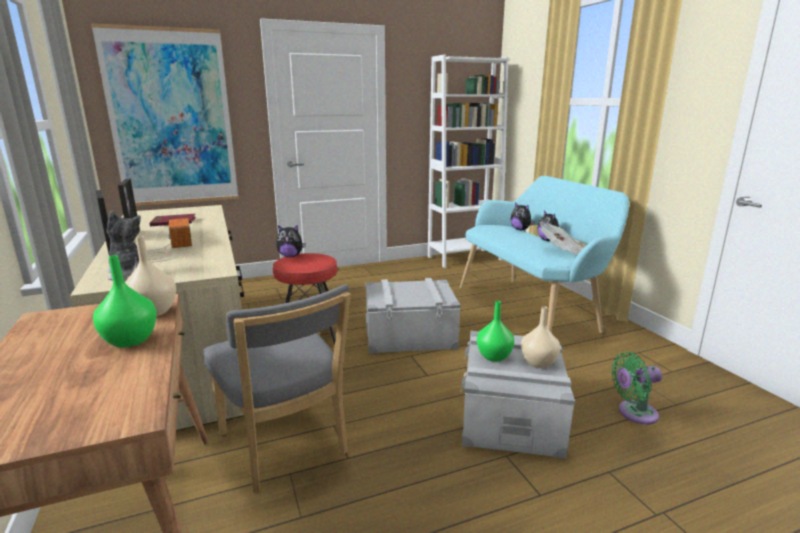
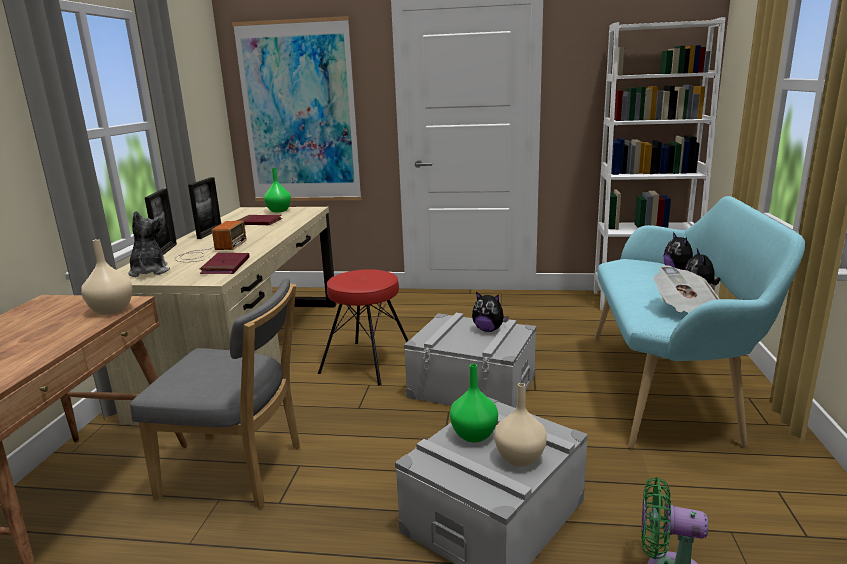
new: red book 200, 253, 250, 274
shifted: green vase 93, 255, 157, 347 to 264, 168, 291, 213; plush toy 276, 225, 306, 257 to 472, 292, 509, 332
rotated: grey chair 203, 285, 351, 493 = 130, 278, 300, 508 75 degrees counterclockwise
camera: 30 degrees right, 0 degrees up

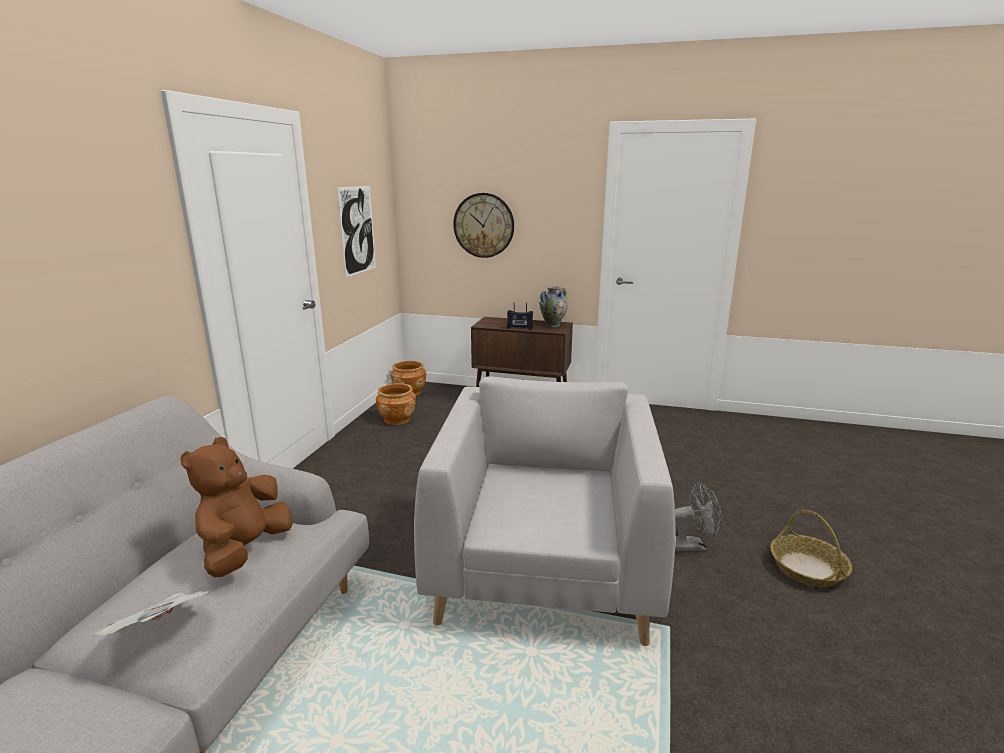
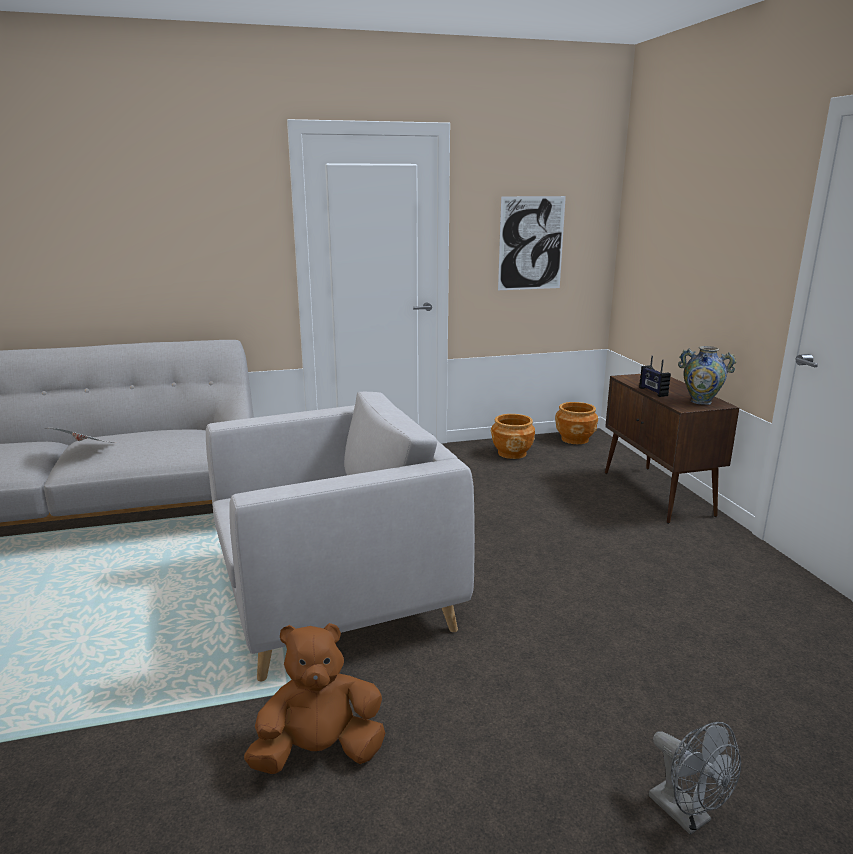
gone: wall clock 453, 193, 514, 258; basket 770, 510, 852, 587
shifted: brown plush toy 180, 437, 292, 577 to 244, 623, 385, 774; grey fan 675, 482, 722, 551 to 649, 722, 741, 835
camera: 60 degrees right, 0 degrees up

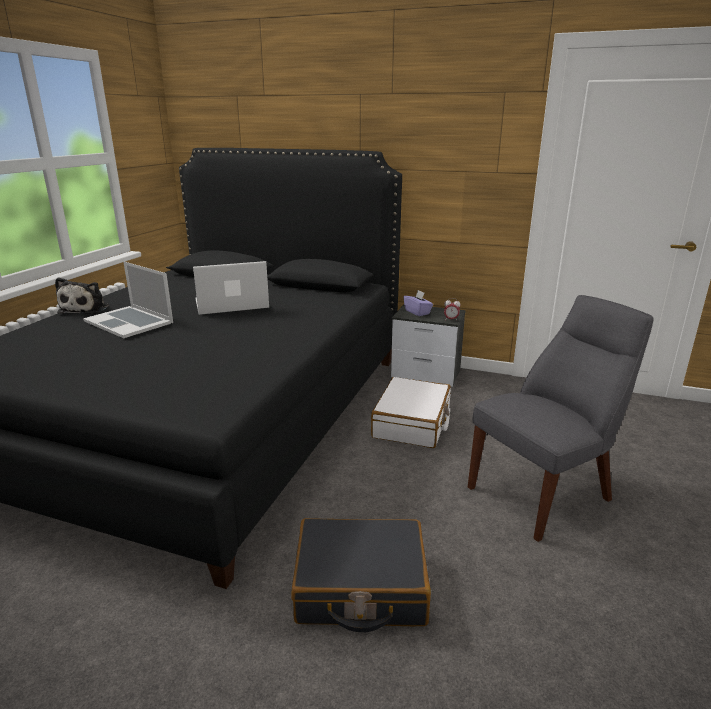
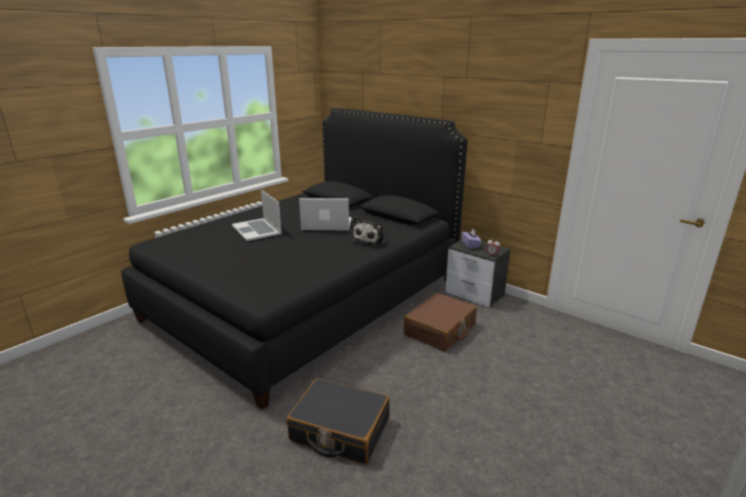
gone: grey chair 468, 295, 654, 542
shifted: plush toy 55, 277, 109, 314 to 352, 216, 386, 246
repainted: white suitcase 371, 377, 451, 448 to brown suitcase 404, 293, 477, 351
camera: 20 degrees right, 0 degrees up

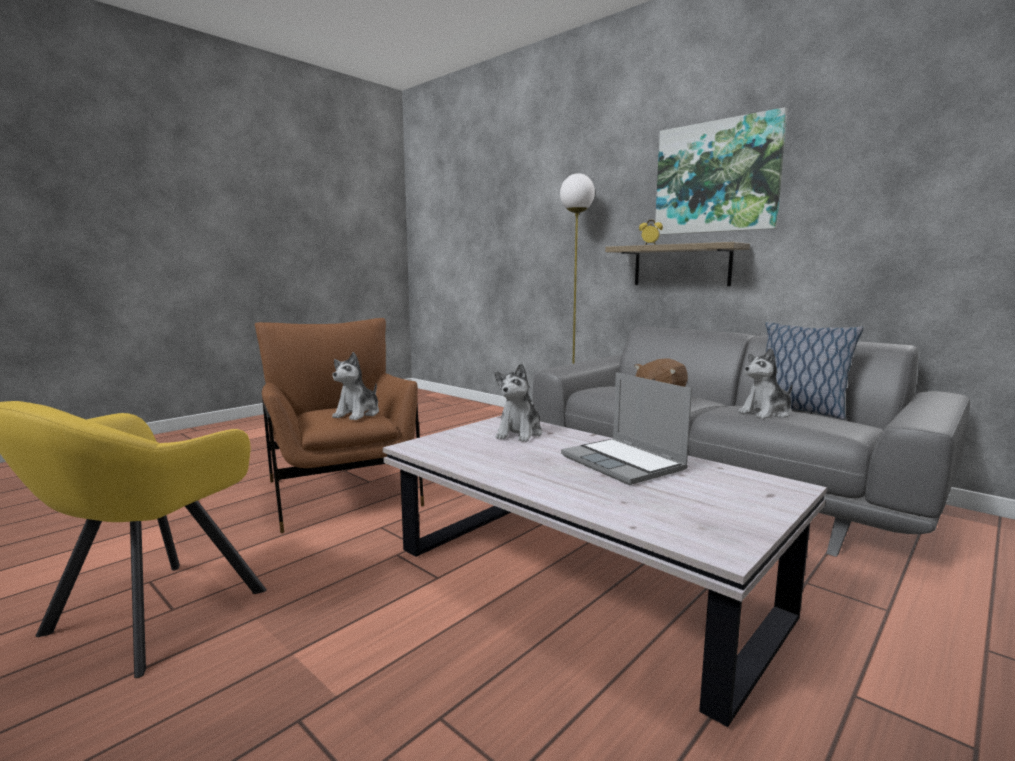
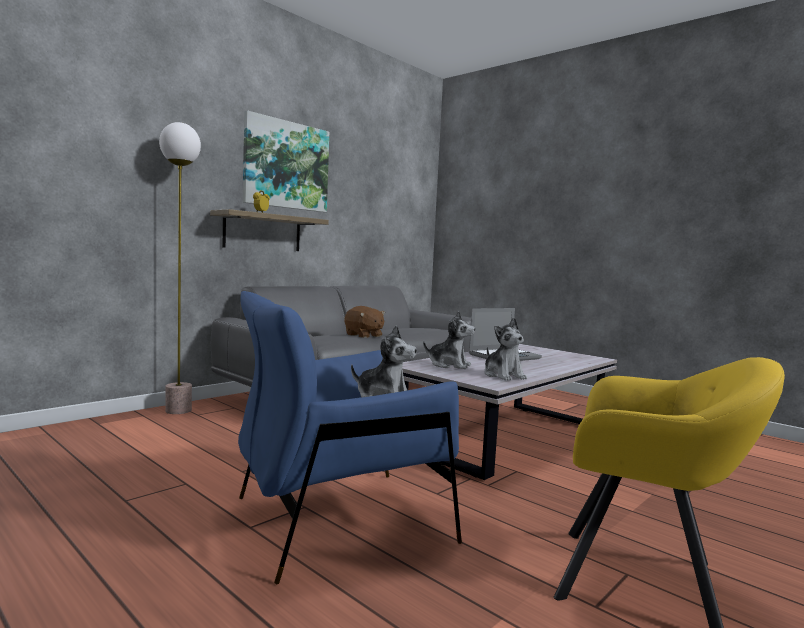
gone: pillow 765, 322, 863, 420
shifted: plush toy 738, 348, 792, 419 to 484, 318, 527, 381
repainted: brown armchair 255, 318, 424, 533 to blue armchair 238, 291, 462, 584
camera: 90 degrees left, 5 degrees down

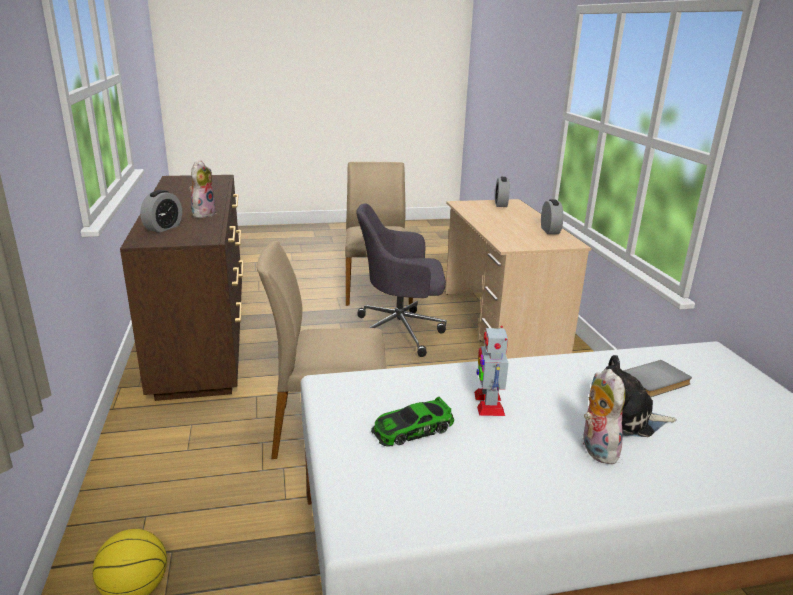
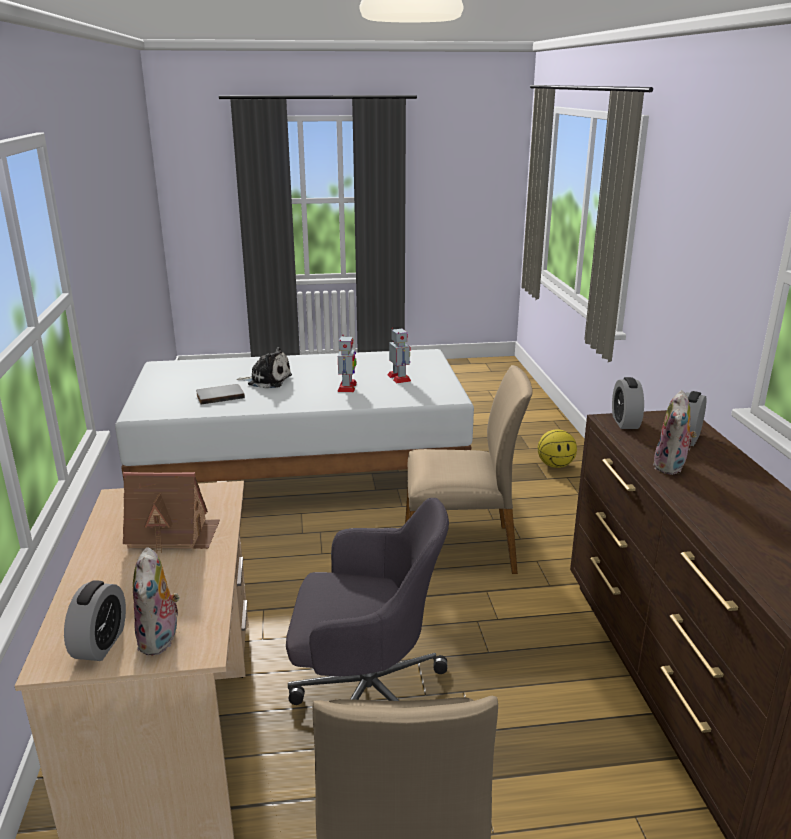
new: toy house 123, 472, 220, 553
shifted: alarm clock 541, 199, 563, 234 to 612, 377, 644, 429; plush toy 582, 369, 625, 465 to 133, 547, 180, 655
swapped: toy car 371, 397, 454, 447 to toy robot 387, 328, 411, 383
camera: 175 degrees left, 0 degrees up

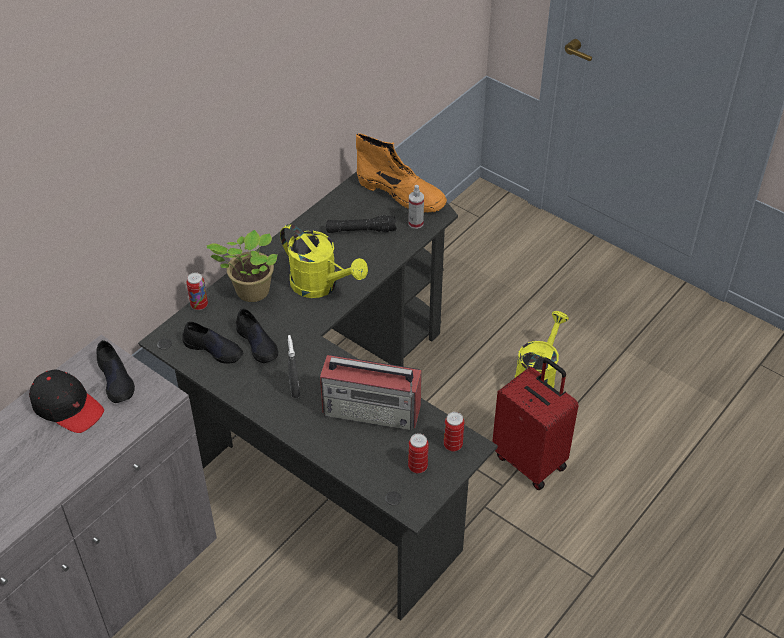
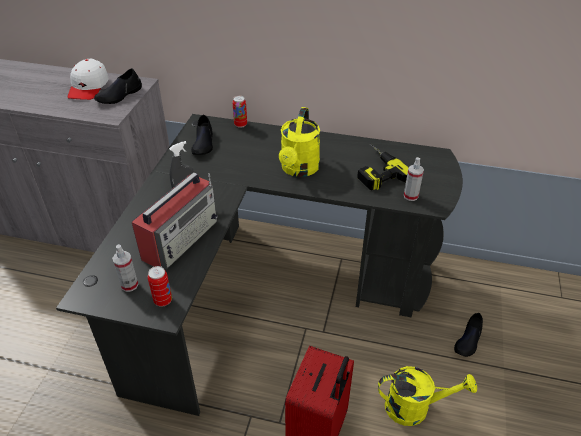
gone: potted plant 207, 230, 278, 302; orange boot 356, 134, 447, 213
shifted: black shoe 236, 308, 278, 363 to 454, 313, 483, 357
swapped: black flashlight 326, 215, 396, 233 to power drill 357, 143, 408, 191; can 408, 433, 429, 473 to spray bottle 112, 244, 139, 292
repainted: black cap 29, 370, 104, 433 to white cap 68, 58, 109, 100
rotated: radio 320, 355, 422, 430 = 132, 172, 218, 269 135 degrees counterclockwise
camera: 65 degrees right, 5 degrees down

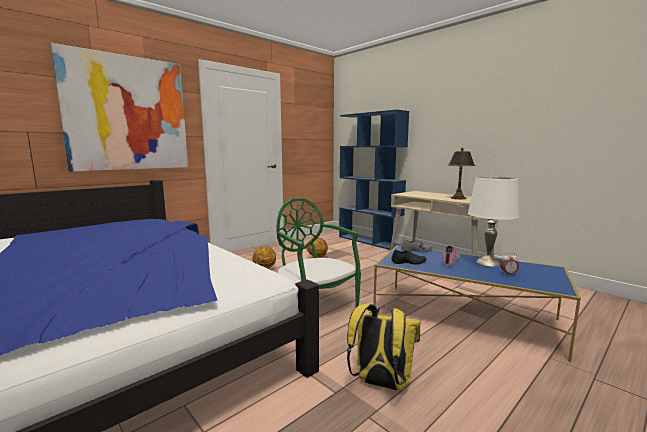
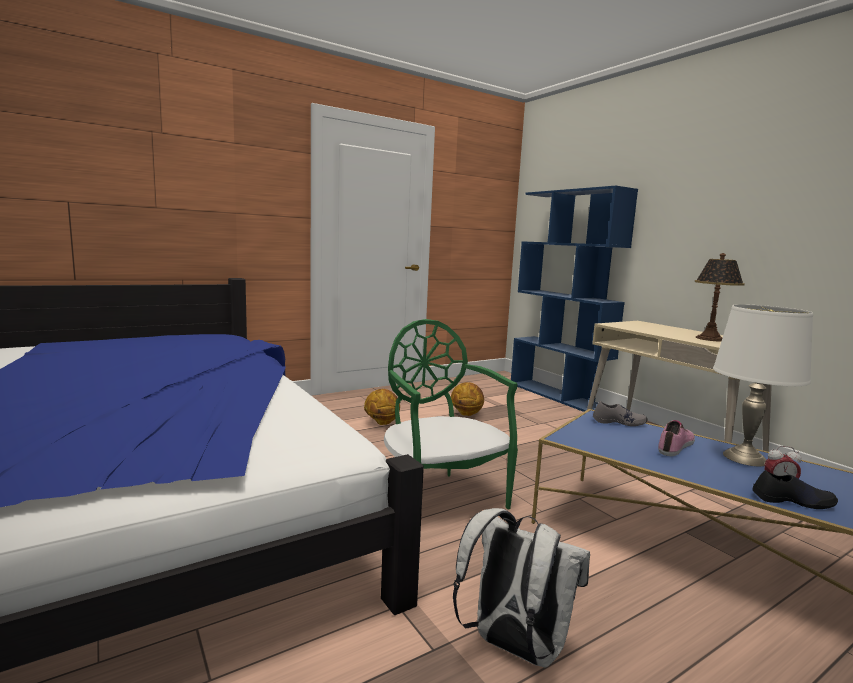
gone: picture 51, 43, 188, 172
shifted: black shoe 391, 249, 426, 265 to 752, 470, 838, 509
repainted: yellow backpack 347, 303, 421, 391 to white backpack 453, 508, 590, 667
camera: 10 degrees right, 0 degrees up

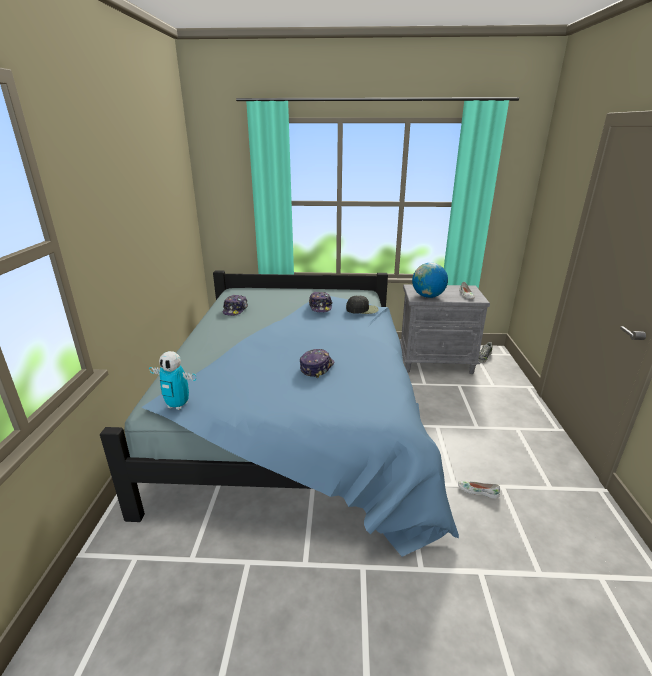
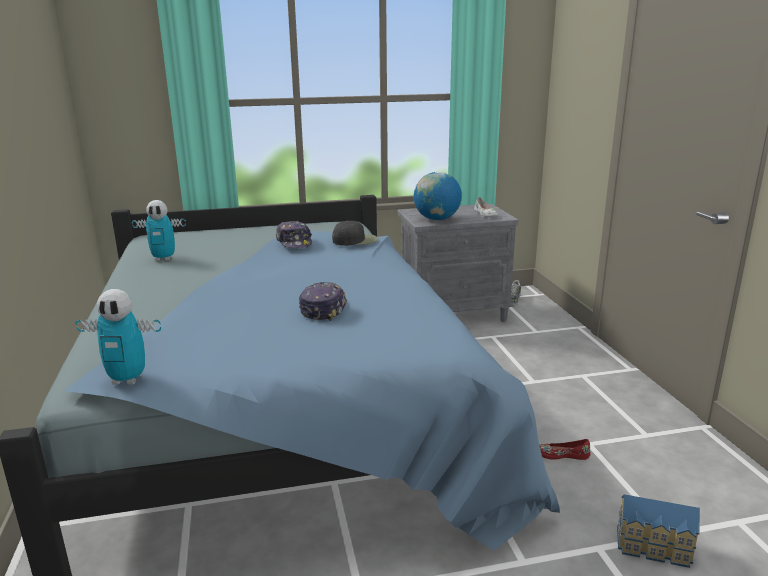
new: toy house 617, 494, 700, 568
swapped: cap 223, 294, 248, 316 to toy robot 132, 200, 186, 261
repainted: white shoe 458, 481, 500, 499 to red shoe 539, 439, 591, 460
camera: 15 degrees left, 5 degrees down

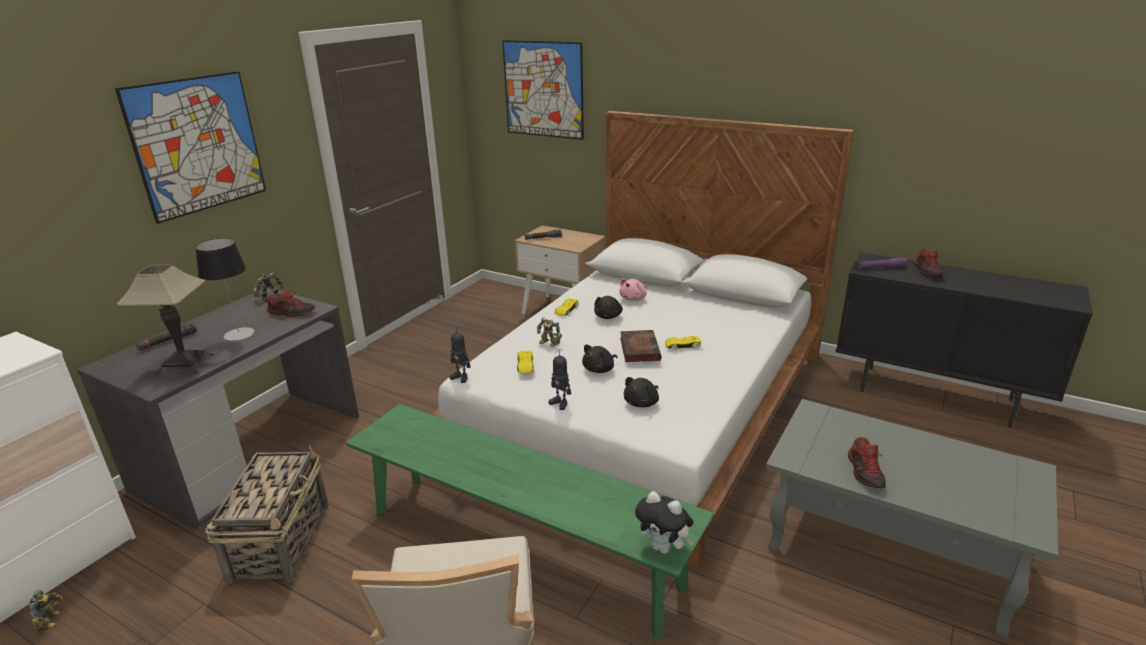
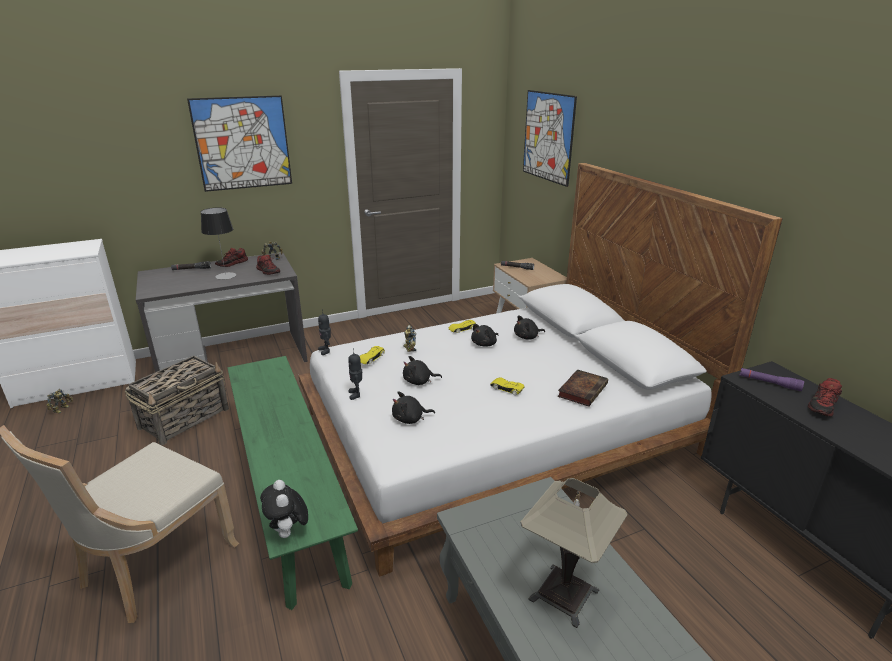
shifted: table lamp 116, 264, 214, 374 to 520, 478, 628, 628; book 620, 330, 661, 362 to 558, 370, 608, 406; shoe 848, 437, 886, 488 to 215, 248, 248, 267
repainted: pink plush toy 619, 278, 647, 301 to black plush toy 514, 316, 545, 340
camera: 35 degrees right, 0 degrees up

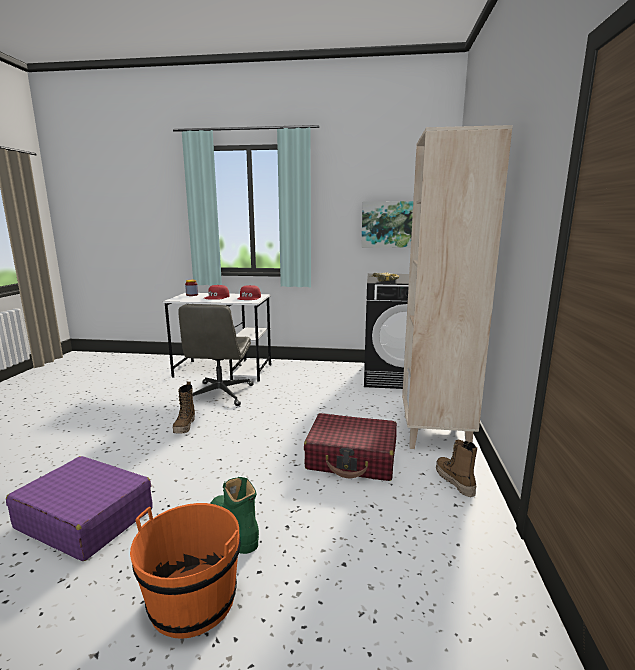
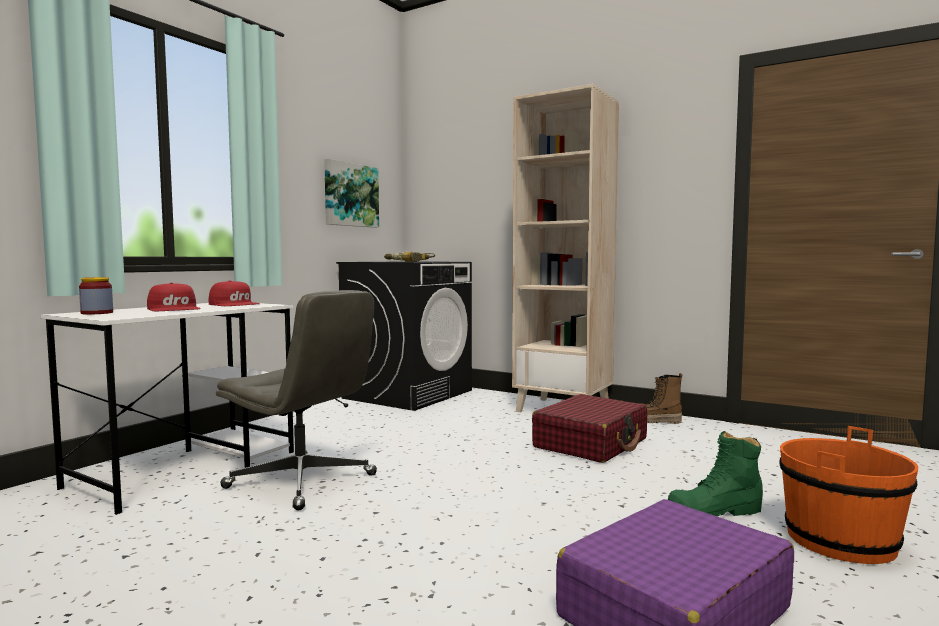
gone: boot 173, 382, 195, 433
camera: 65 degrees left, 10 degrees down

